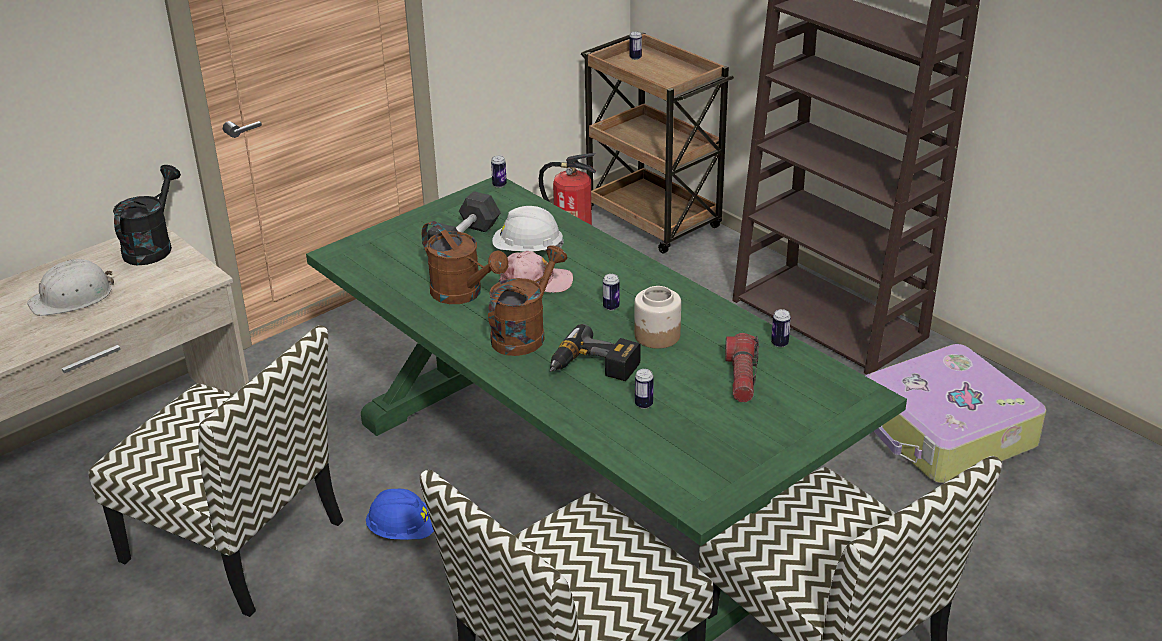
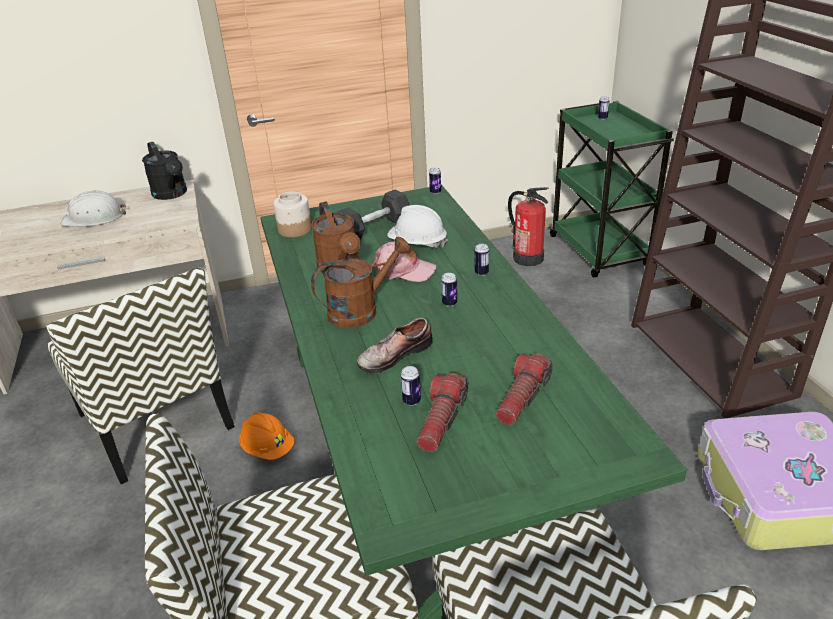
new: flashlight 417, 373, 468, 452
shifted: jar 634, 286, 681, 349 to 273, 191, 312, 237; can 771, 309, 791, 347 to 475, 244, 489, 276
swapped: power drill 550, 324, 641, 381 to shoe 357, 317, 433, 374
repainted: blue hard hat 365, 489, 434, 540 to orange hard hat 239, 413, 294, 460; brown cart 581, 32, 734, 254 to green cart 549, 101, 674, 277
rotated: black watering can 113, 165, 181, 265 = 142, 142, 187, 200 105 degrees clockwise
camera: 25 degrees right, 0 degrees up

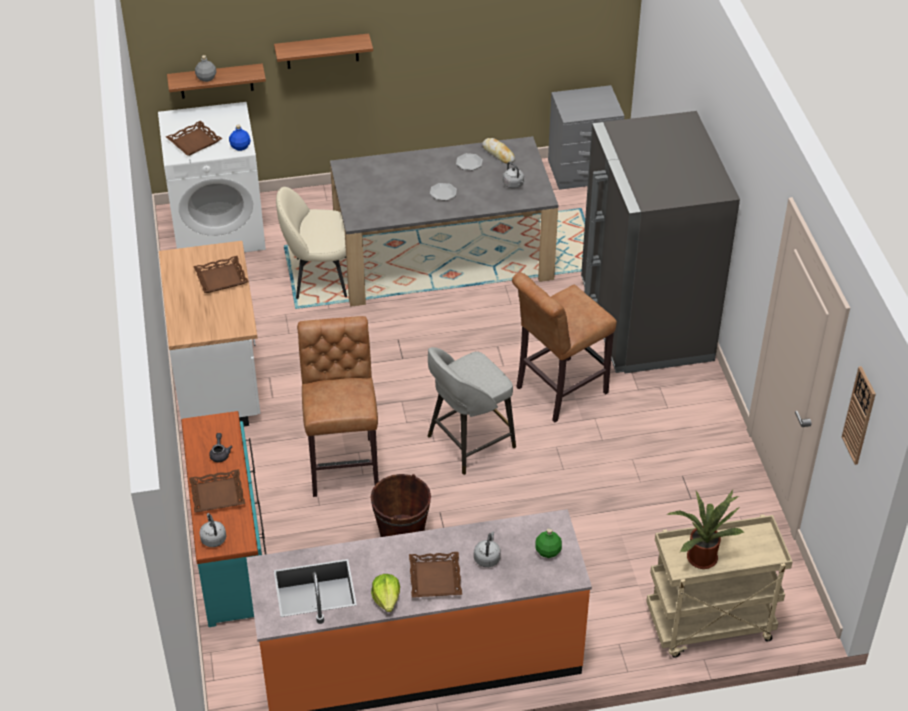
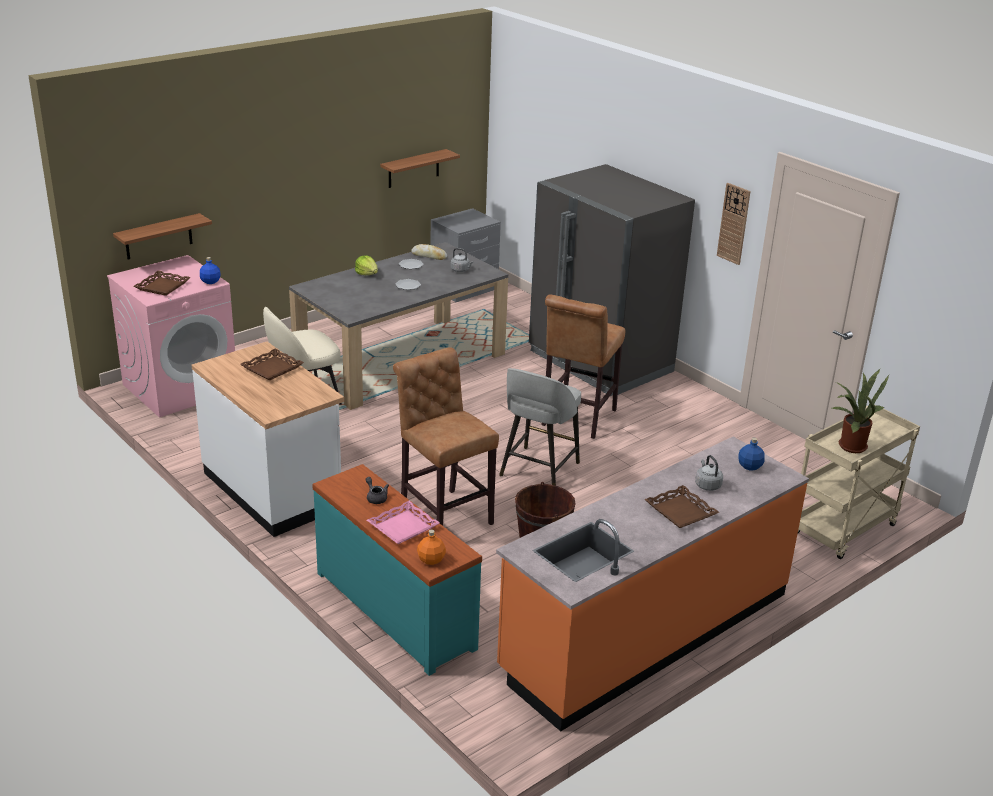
gone: grey bottle 195, 55, 216, 82
shifted: shelf 274, 33, 373, 69 to 380, 149, 460, 188; lettuce 371, 574, 400, 612 to 355, 255, 378, 275; wall clock 842, 366, 876, 465 to 717, 183, 751, 265
swapped: grey kettle 199, 513, 226, 547 to orange bottle 417, 530, 446, 565
repainted: white washing machine 158, 102, 266, 252 to pink washing machine 107, 255, 235, 418; brown tray 189, 469, 245, 513 to pink tray 367, 501, 440, 544; green bottle 536, 528, 562, 558 to blue bottle 739, 437, 765, 471
camera: 30 degrees left, 15 degrees down

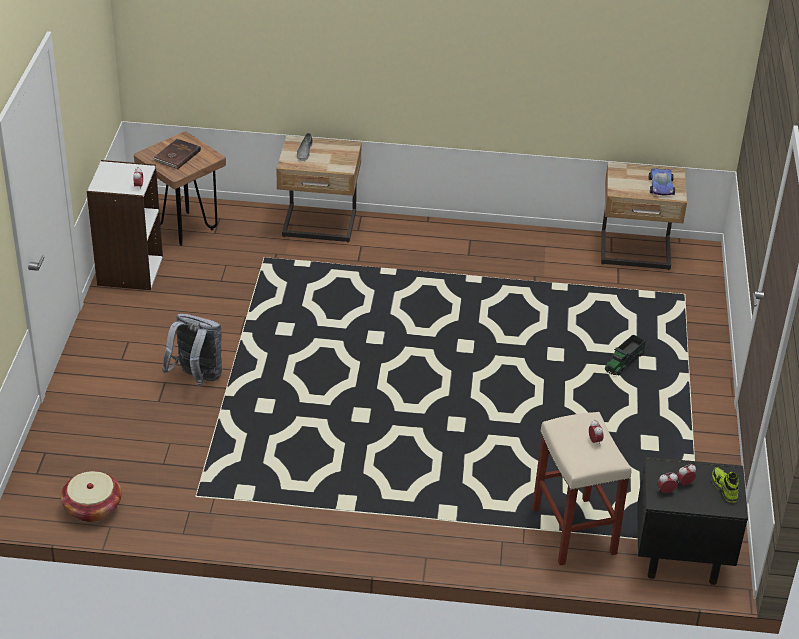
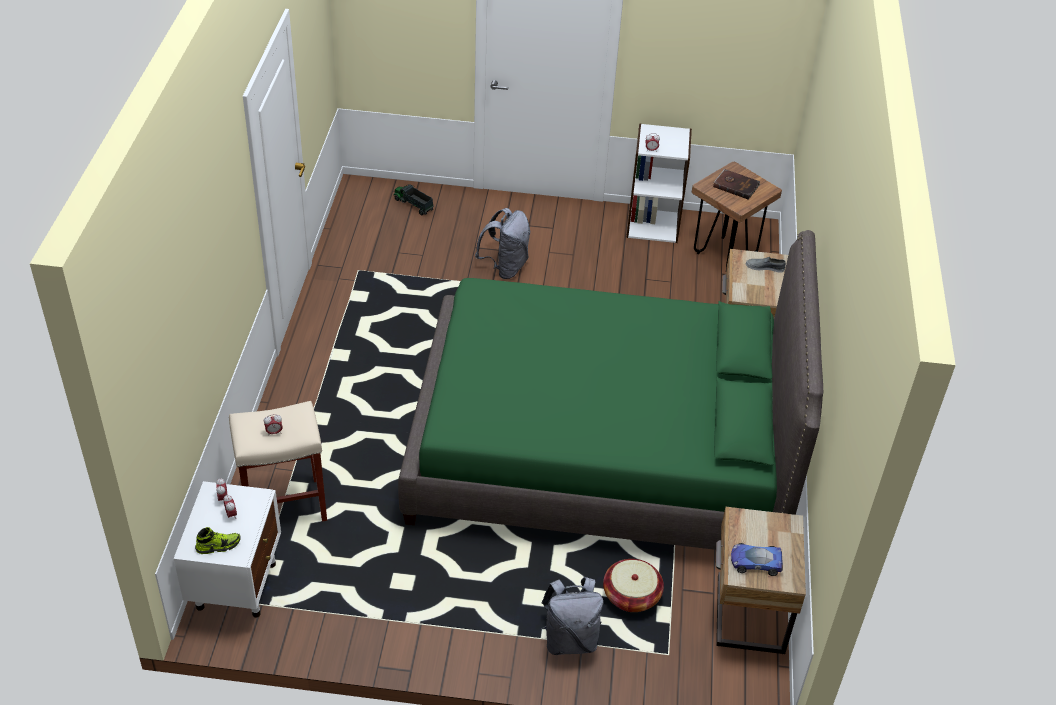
new: green bed 398, 230, 823, 550; grey backpack 541, 577, 603, 655
shifted: basket 61, 471, 122, 522 to 603, 559, 664, 612; toy truck 605, 335, 645, 376 to 394, 184, 434, 216
repainted: black nightstand 637, 457, 748, 585 to white nightstand 174, 481, 281, 618
camera: 90 degrees right, 5 degrees up

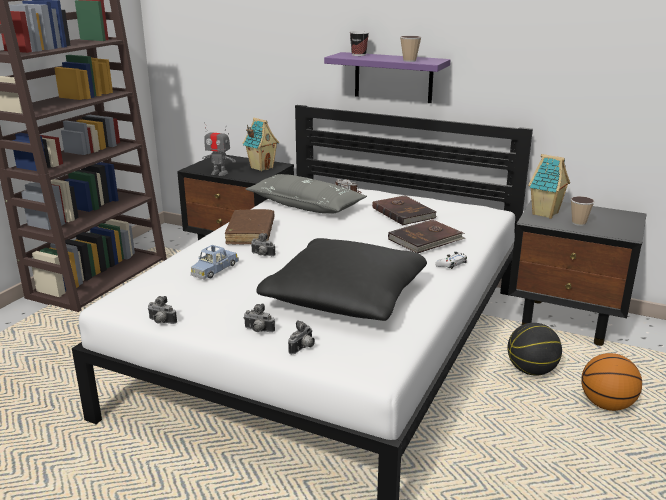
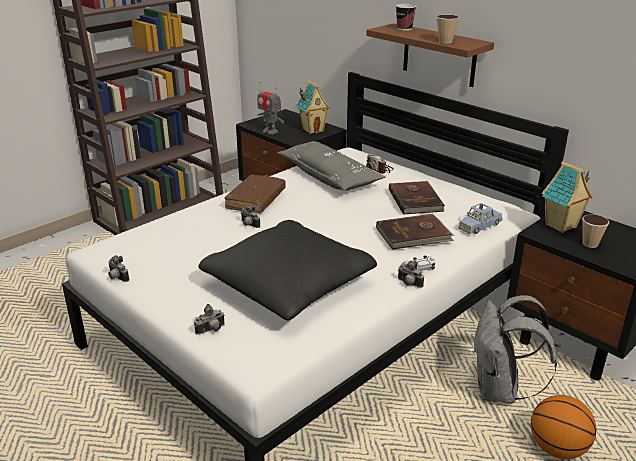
shifted: blue toy car 191, 245, 239, 279 to 458, 203, 503, 234; photo camera 243, 303, 275, 332 to 398, 261, 424, 288
swapped: basketball 507, 323, 562, 376 to grey backpack 474, 295, 557, 404
repainted: purple shelf 324, 52, 450, 103 to brown shelf 366, 23, 494, 87
camera: 20 degrees right, 5 degrees up

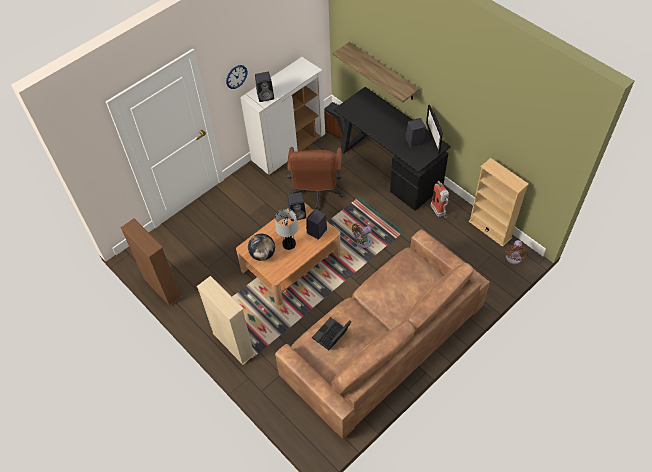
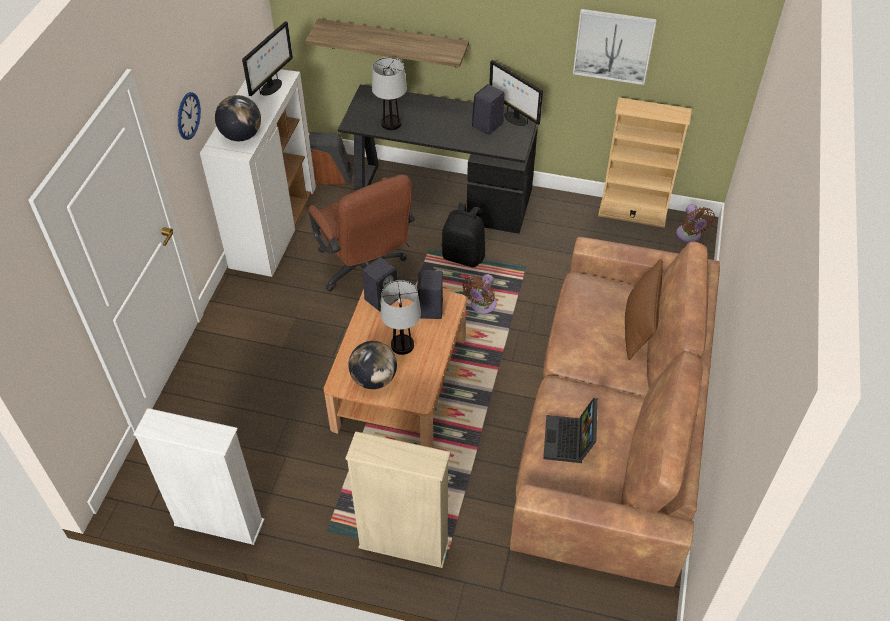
gone: fire extinguisher 431, 181, 449, 217
new: monitor 242, 21, 293, 96; table lamp 372, 57, 407, 130; black backpack 442, 203, 485, 267; picture 573, 9, 657, 85; brown pillow 625, 259, 663, 360
swapped: black speaker 255, 72, 274, 102 to globe 215, 95, 261, 141
repainted: brown bookcase 120, 219, 182, 306 to white bookcase 133, 408, 265, 545
camera: 35 degrees left, 5 degrees down

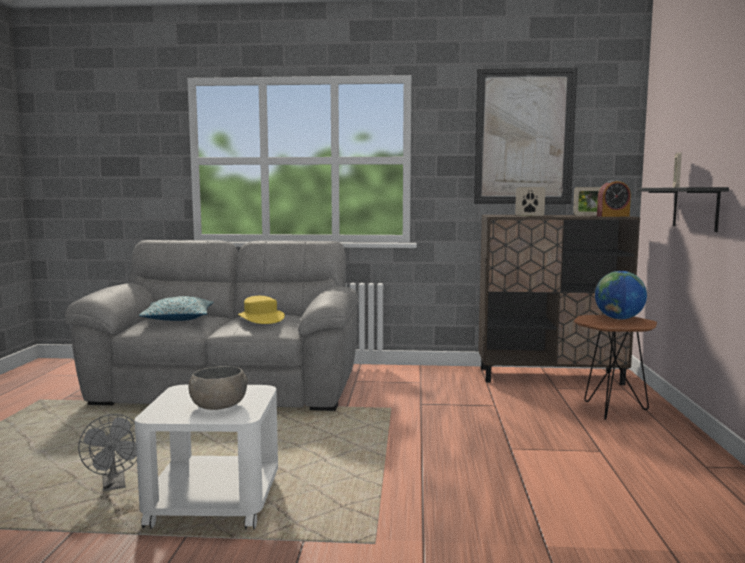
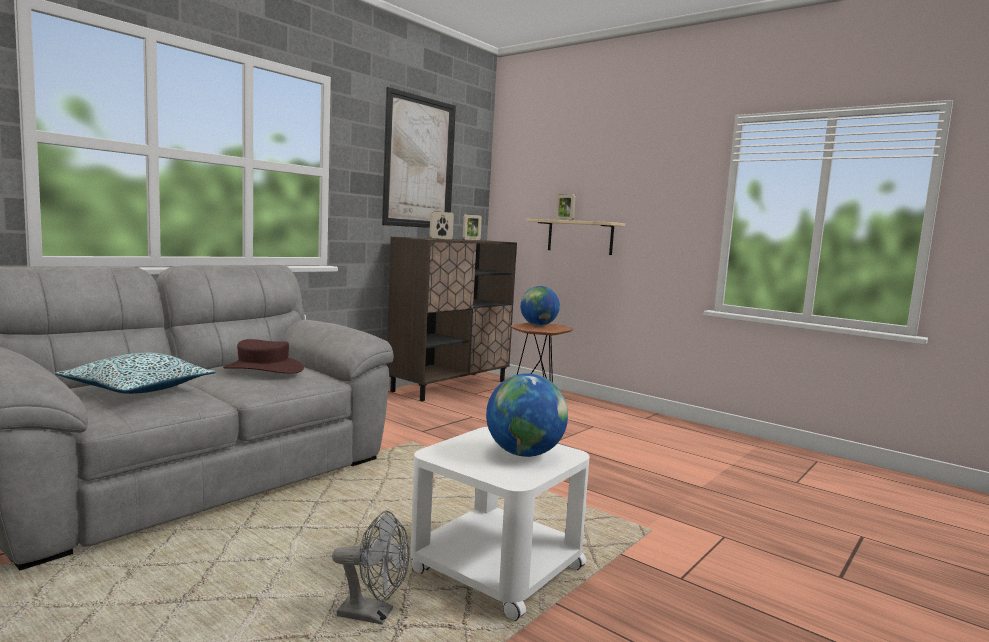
gone: alarm clock 597, 179, 631, 217
swapped: grey bowl 188, 366, 248, 410 to globe 486, 373, 568, 457
repainted: yellow hat 238, 296, 285, 324 to brown hat 223, 339, 304, 374; black shelf 637, 187, 729, 232 to beige shelf 526, 219, 625, 255
camera: 55 degrees left, 0 degrees up

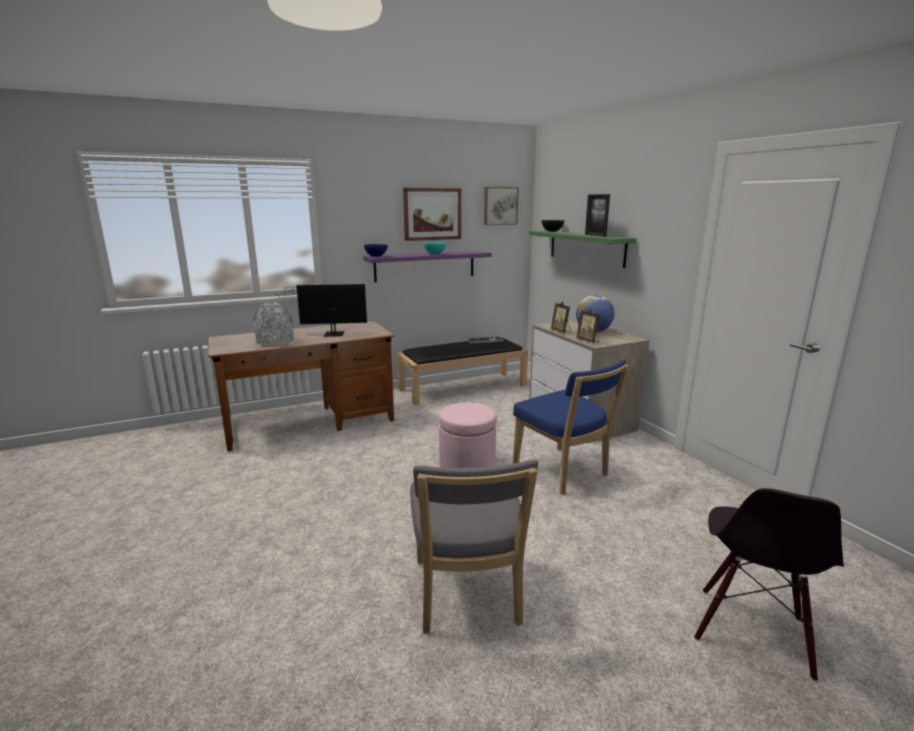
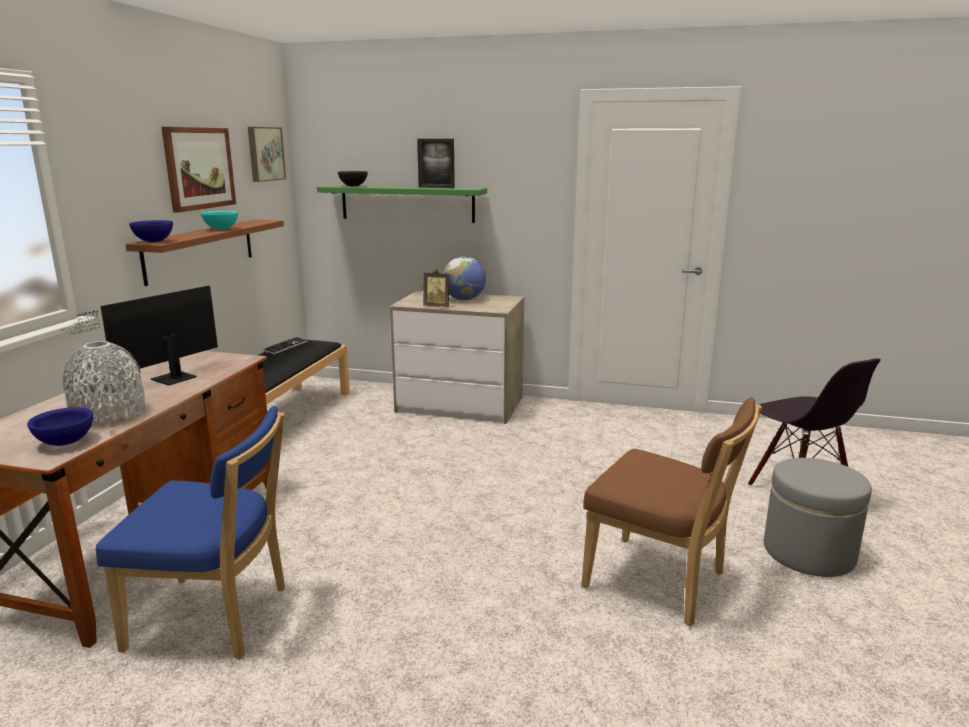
gone: pink ottoman 439, 402, 497, 468; picture frame 576, 309, 600, 343
new: blue bowl 27, 407, 93, 446; grey ottoman 764, 458, 872, 577
shifted: blue chair 513, 360, 629, 494 to 96, 406, 285, 660
repainted: purple shelf 363, 251, 492, 282 to brown shelf 125, 220, 284, 286; grey chair 410, 459, 538, 634 to brown chair 581, 397, 762, 626
camera: 50 degrees left, 0 degrees up

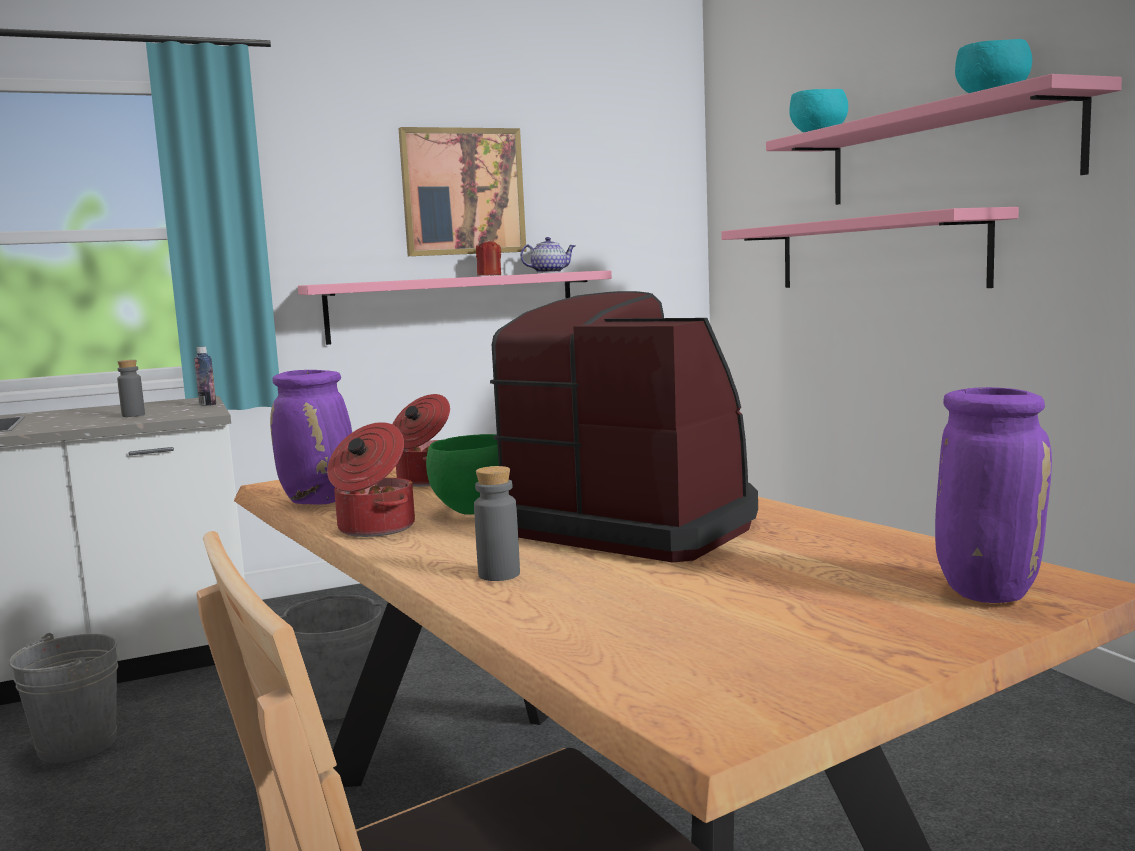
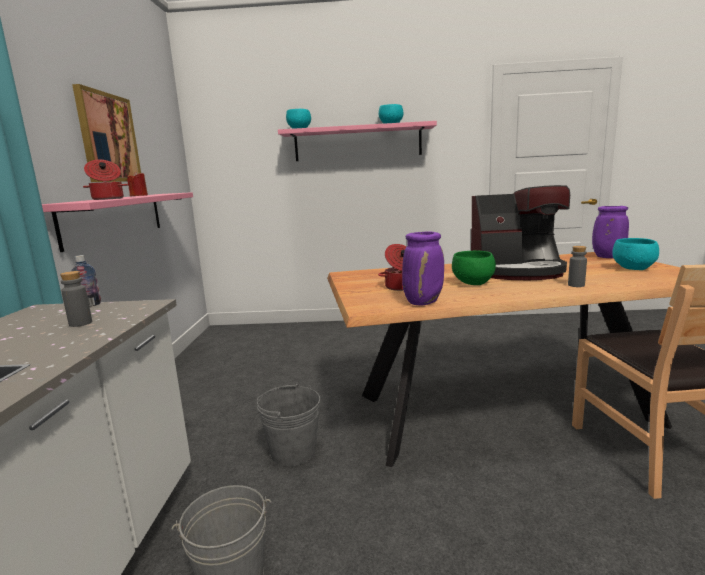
gone: teapot 520, 237, 575, 273; pink shelf 721, 207, 1019, 288
new: turquoise bowl 612, 238, 659, 270
shifted: cooking pot 327, 422, 415, 537 to 83, 160, 128, 200
rotated: coffee machine 490, 291, 758, 563 = 471, 185, 570, 280 150 degrees counterclockwise
camera: 65 degrees left, 5 degrees up

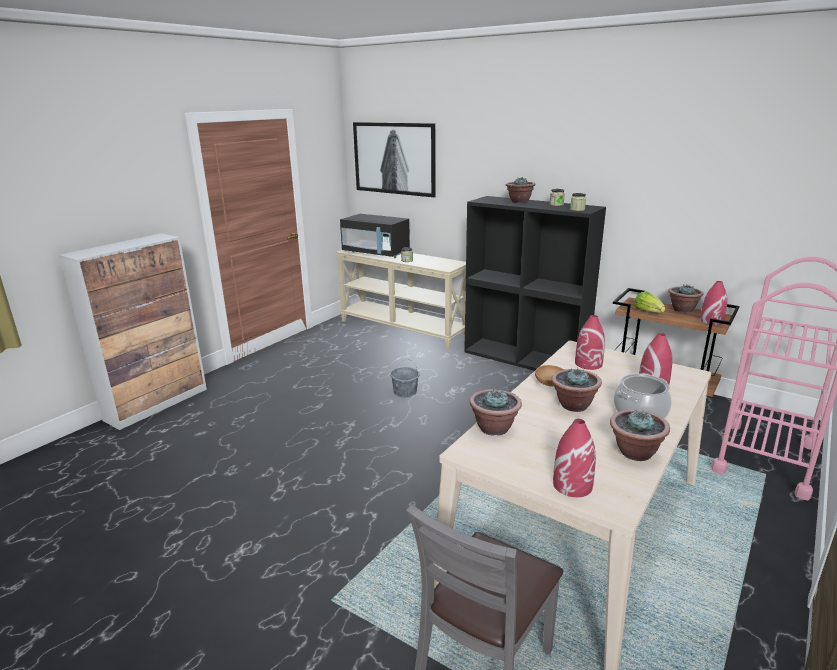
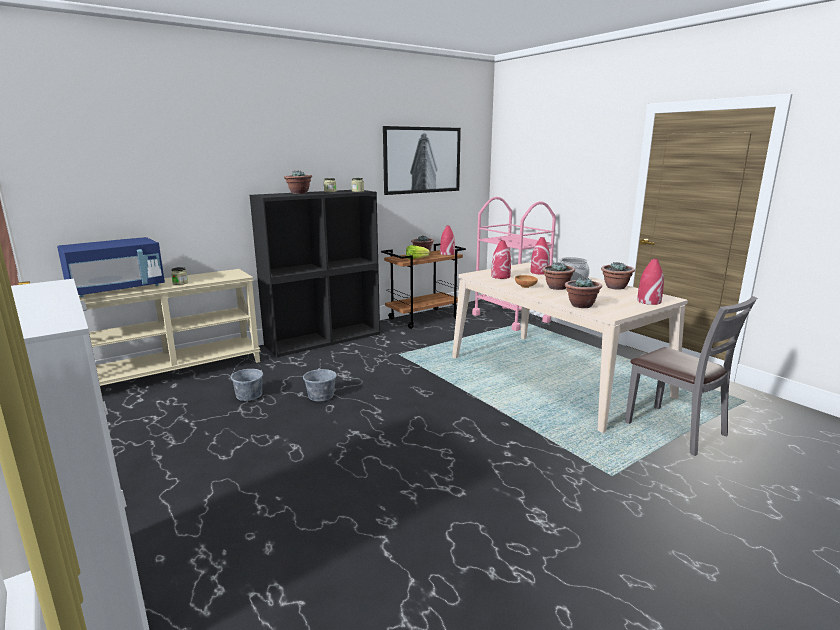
new: grey bucket 231, 359, 263, 401
shifted: picture 353, 122, 436, 197 to 383, 126, 461, 195
repainted: black microwave 340, 214, 410, 258 to blue microwave 57, 237, 165, 297
camera: 70 degrees left, 5 degrees down

